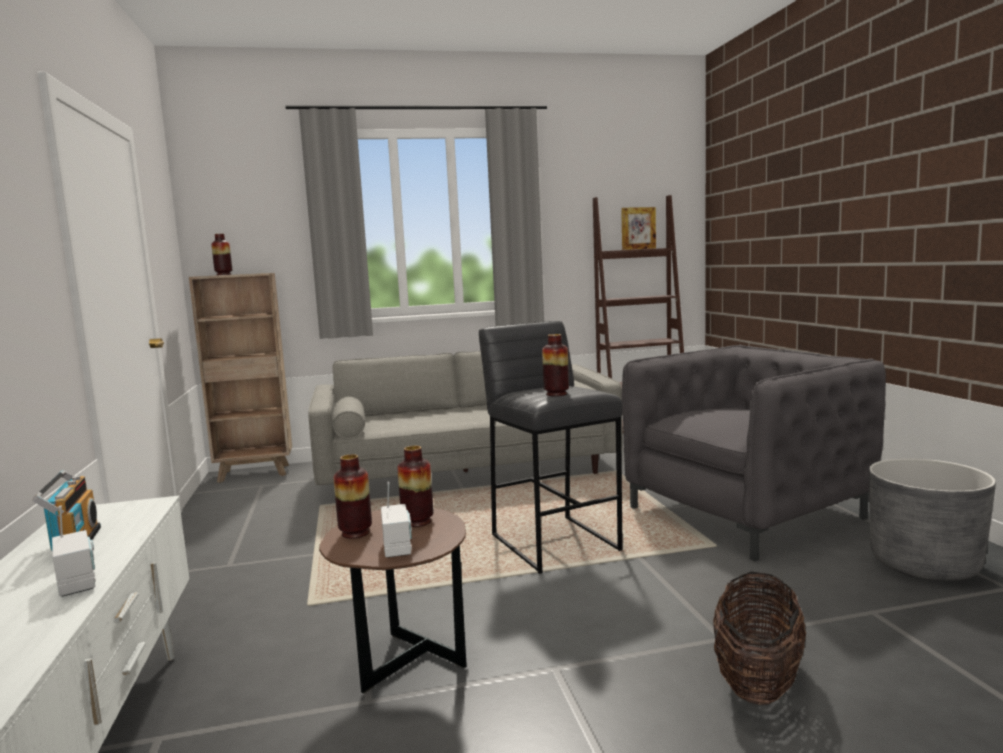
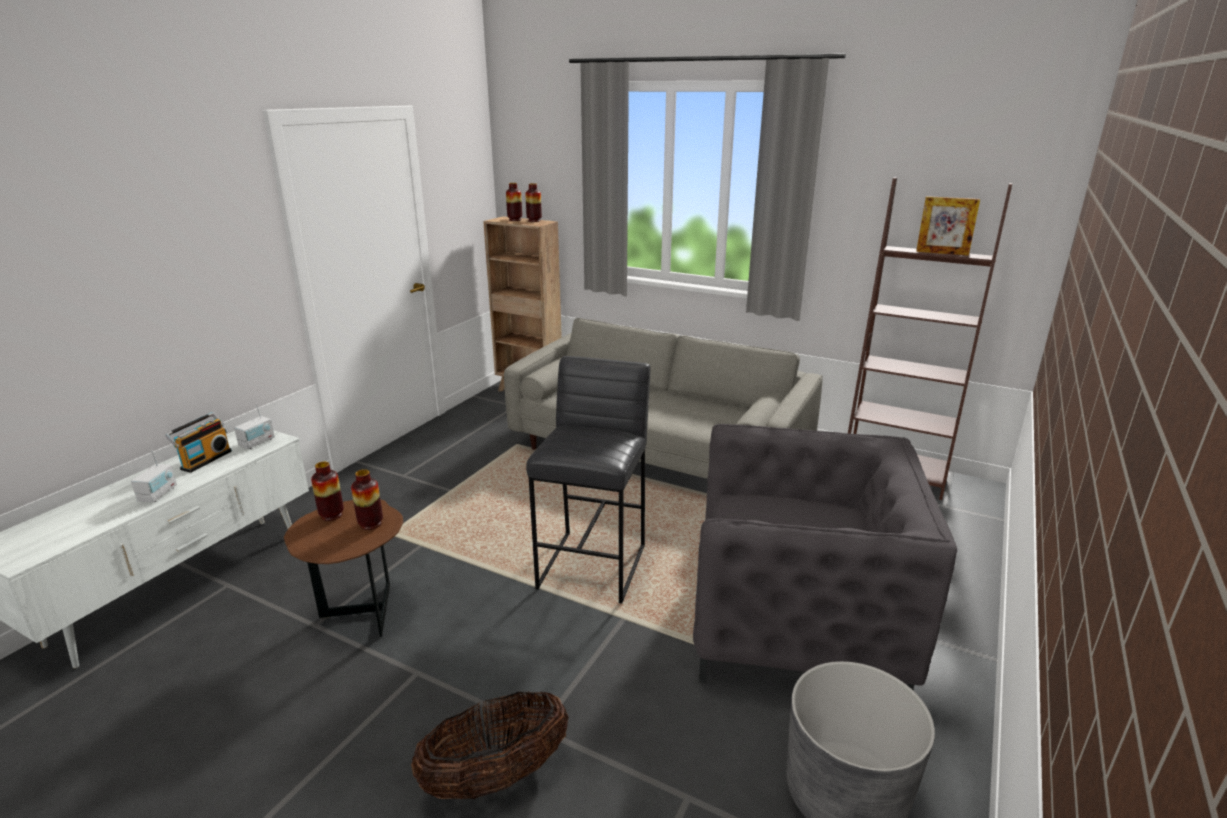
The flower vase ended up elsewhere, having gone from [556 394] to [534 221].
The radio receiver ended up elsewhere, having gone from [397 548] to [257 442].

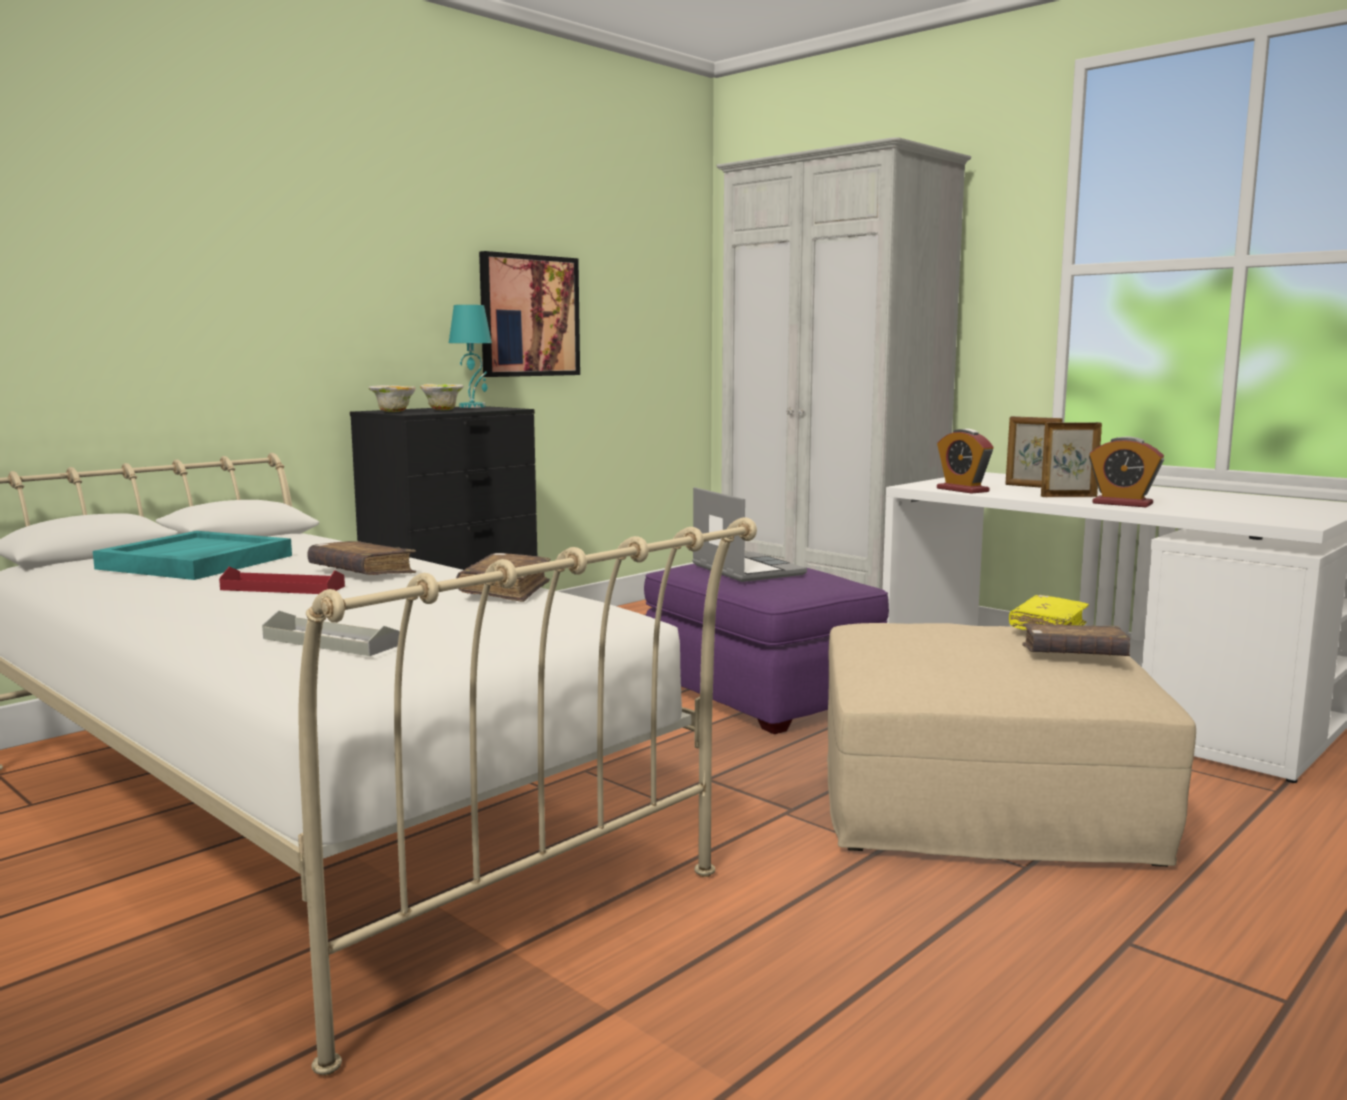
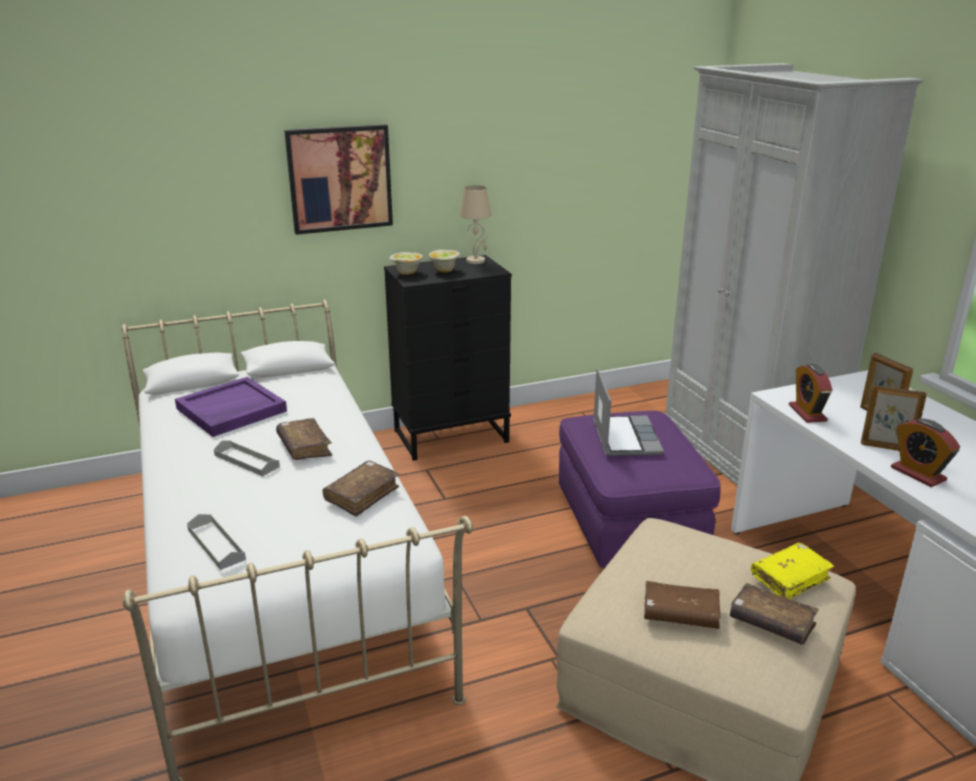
The wall art ended up elsewhere, having gone from [529 316] to [340 178].
What was the turquoise-coloured lamp for a table at [473 407] turned into the beige-coloured lamp for a table at [476 261].
What was the turquoise-coloured serving tray at [196 562] turned into the purple serving tray at [231 410].
What was the red serving tray at [283 588] turned into the gray serving tray at [246 461].
The second view gained the brownish bound book at [680 614].

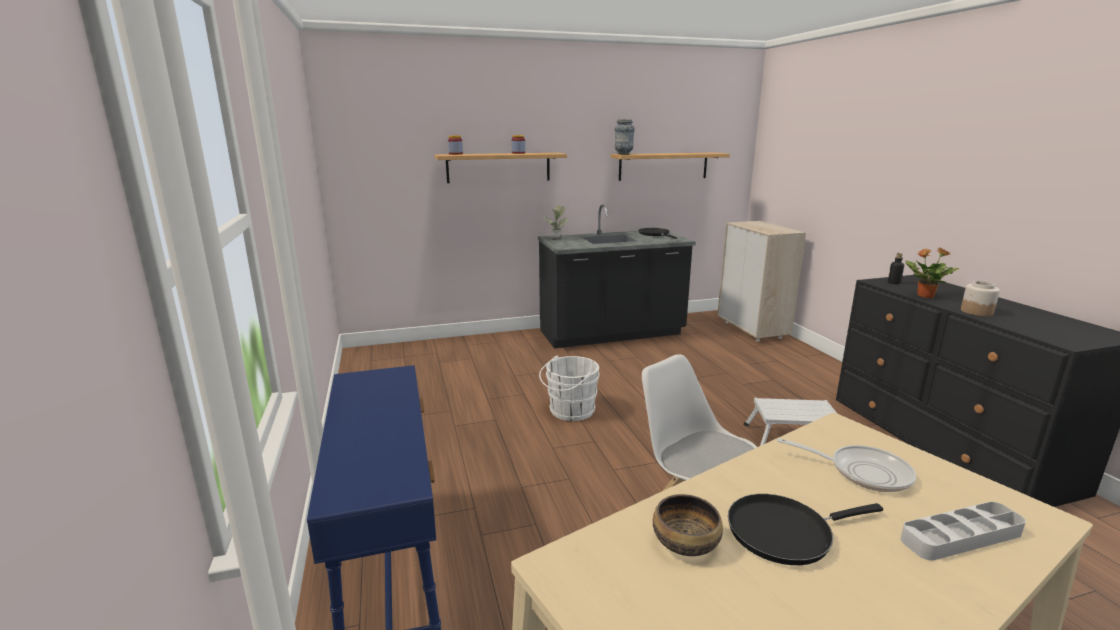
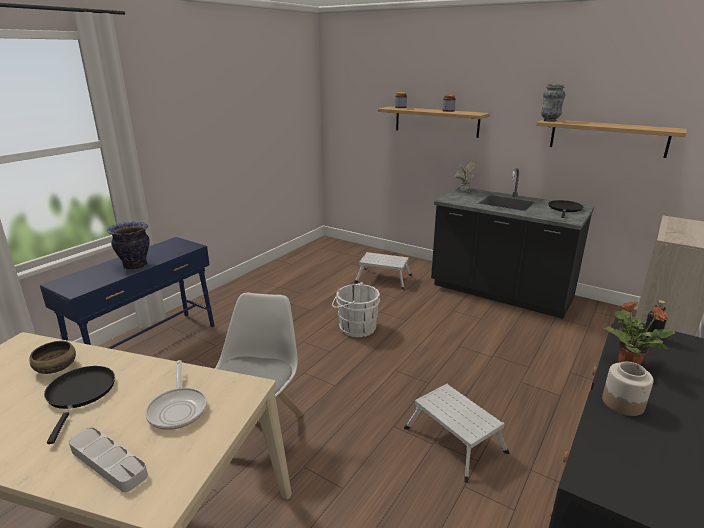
The black-coloured pan at [785 532] ended up facing another way, 45 degrees clockwise from before.
The second view gained the flower vase at [135 266].
The second view gained the white-coloured step ladder at [384 279].

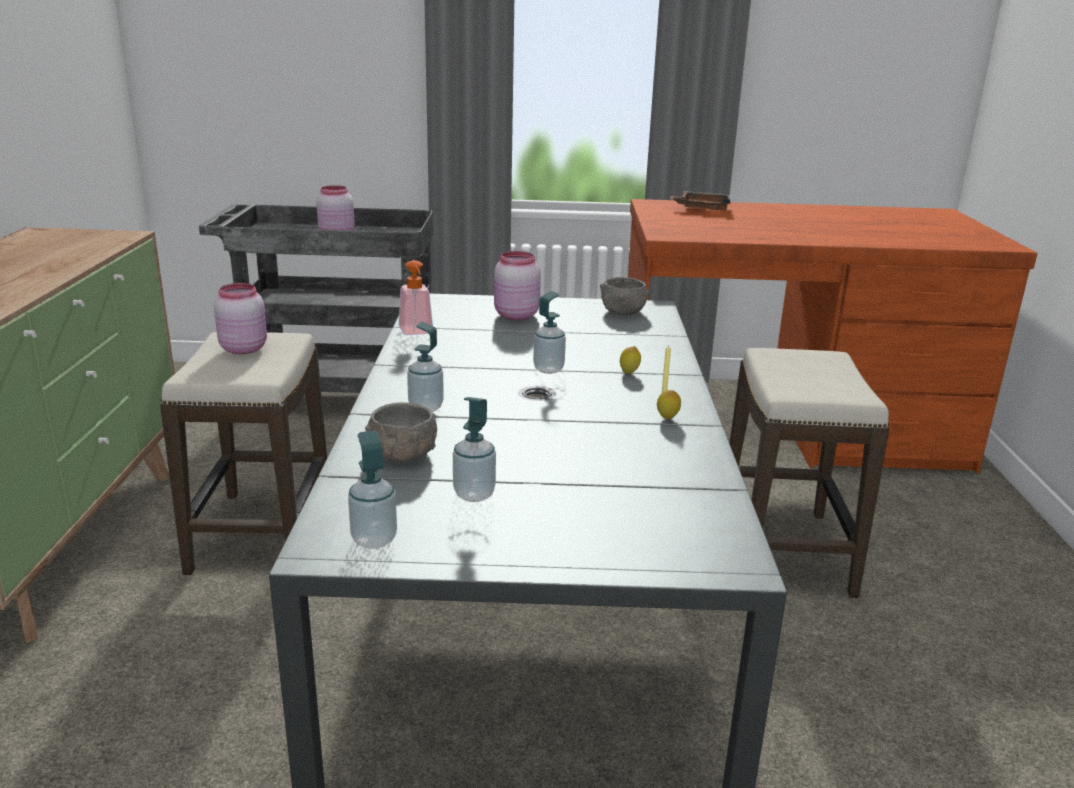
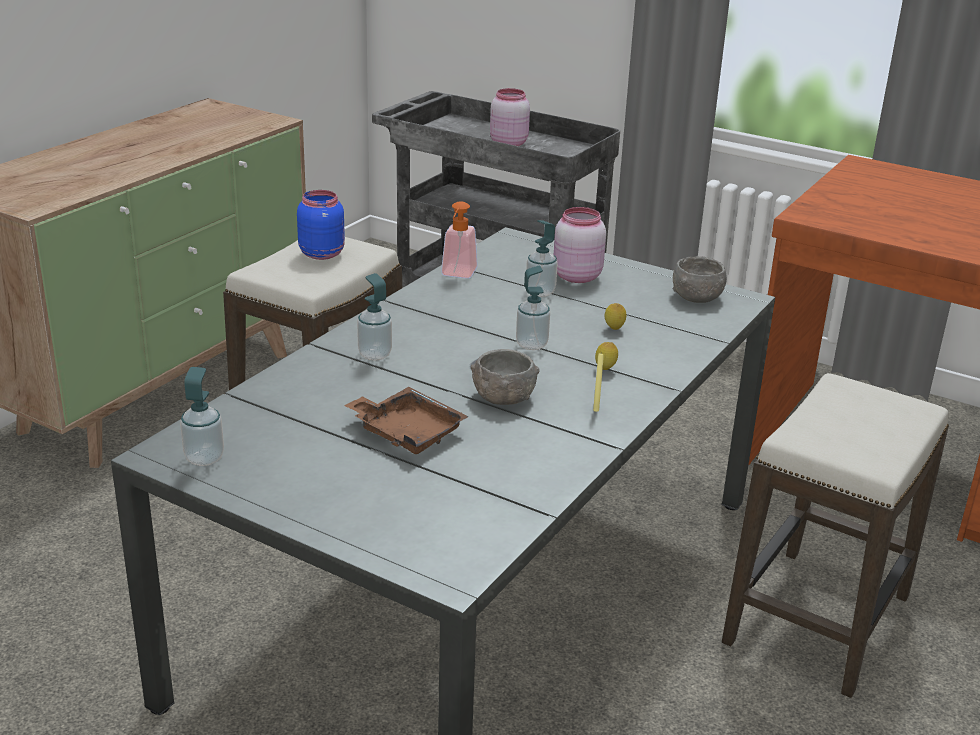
The brownish serving tray ended up elsewhere, having gone from [702 208] to [407 432].
What was the pinkish preserve jar at [243 348] turned into the bluish preserve jar at [322 253].
The citrus fruit ended up elsewhere, having gone from [667 419] to [614 329].
The liquid soap bottle ended up elsewhere, having gone from [474 494] to [540 292].
The gray bowl ended up elsewhere, having gone from [403 454] to [503 397].

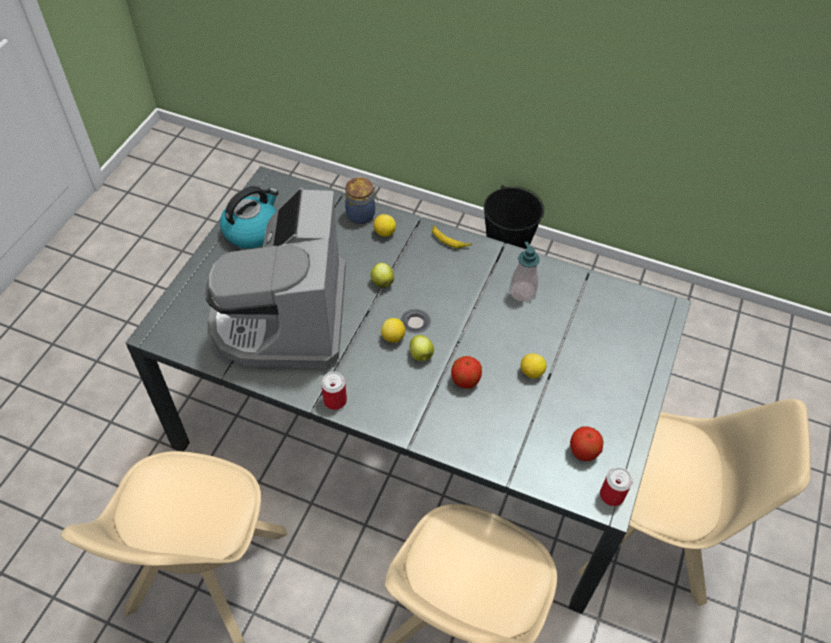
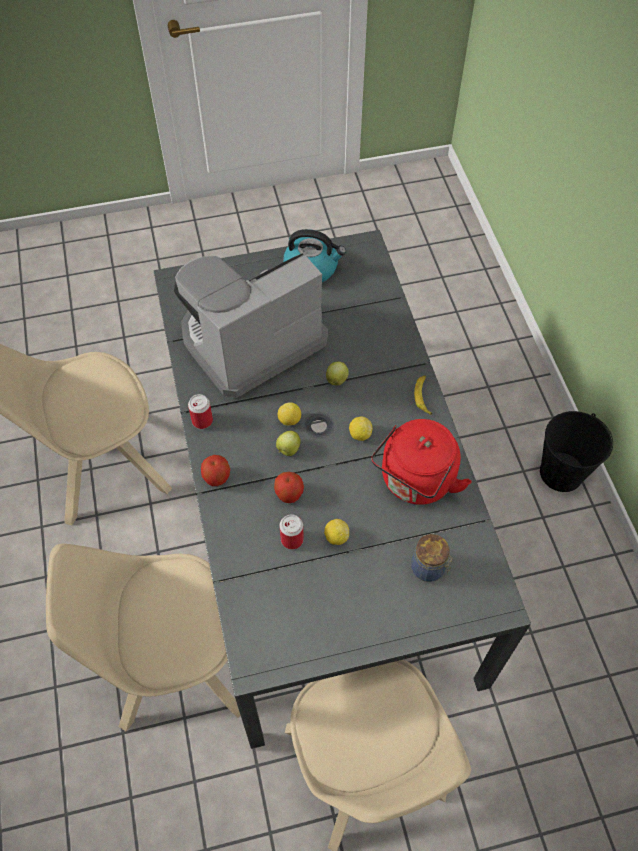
The preserve jar ended up elsewhere, having gone from [362 214] to [429 568].
The citrus fruit ended up elsewhere, having gone from [384 233] to [360 434].
Where the liquid soap bottle stood at [522 292], the red water kettle came to stand at [415 482].
The whole apple ended up elsewhere, having gone from [583 451] to [216 477].
The can ended up elsewhere, having gone from [611 495] to [292 539].

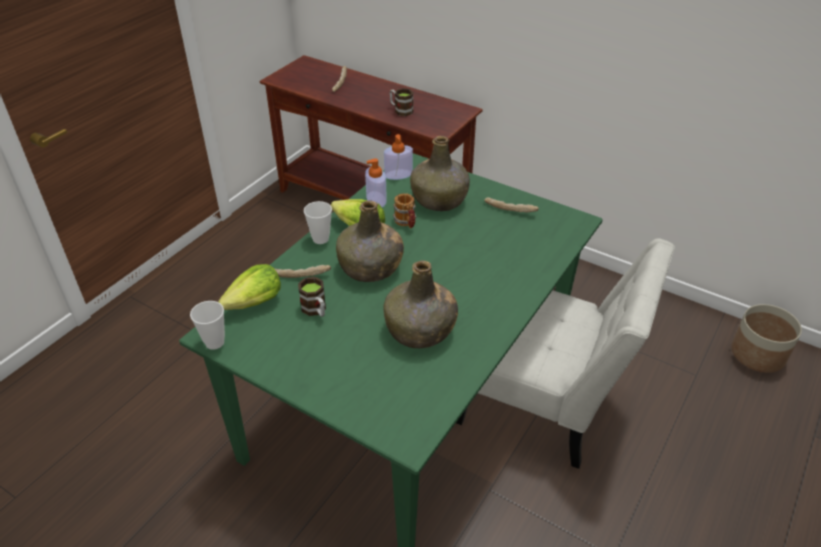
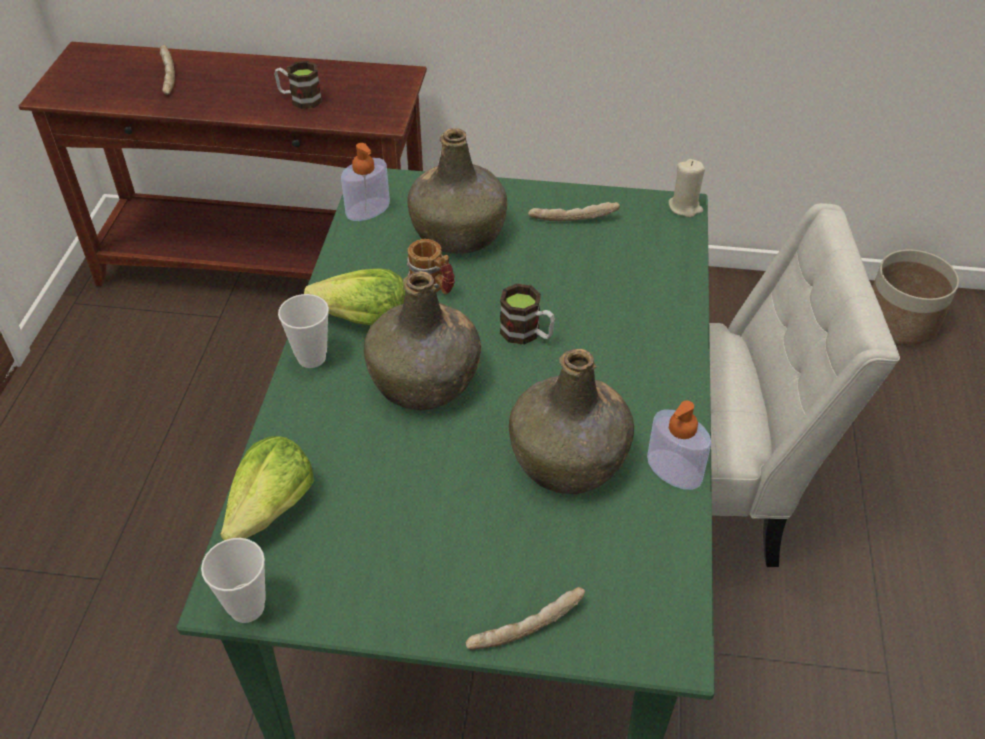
The liquid soap bottle ended up elsewhere, having gone from [376 199] to [674 469].
The bakery bread ended up elsewhere, having gone from [300 275] to [525 625].
The mug ended up elsewhere, having gone from [316 310] to [527 334].
The second view gained the beige-coloured wax candle at [685 207].

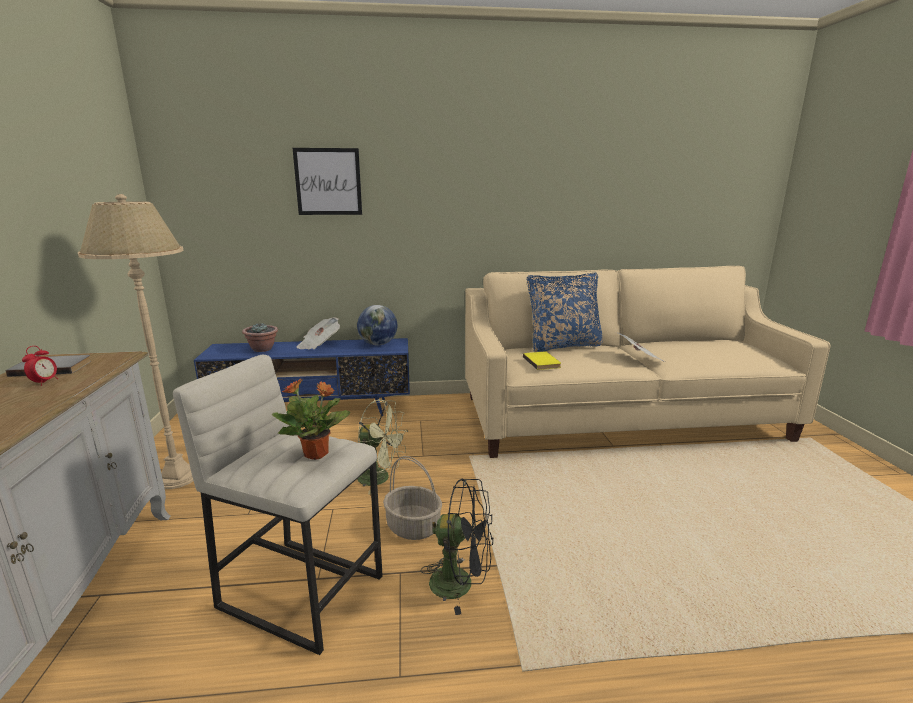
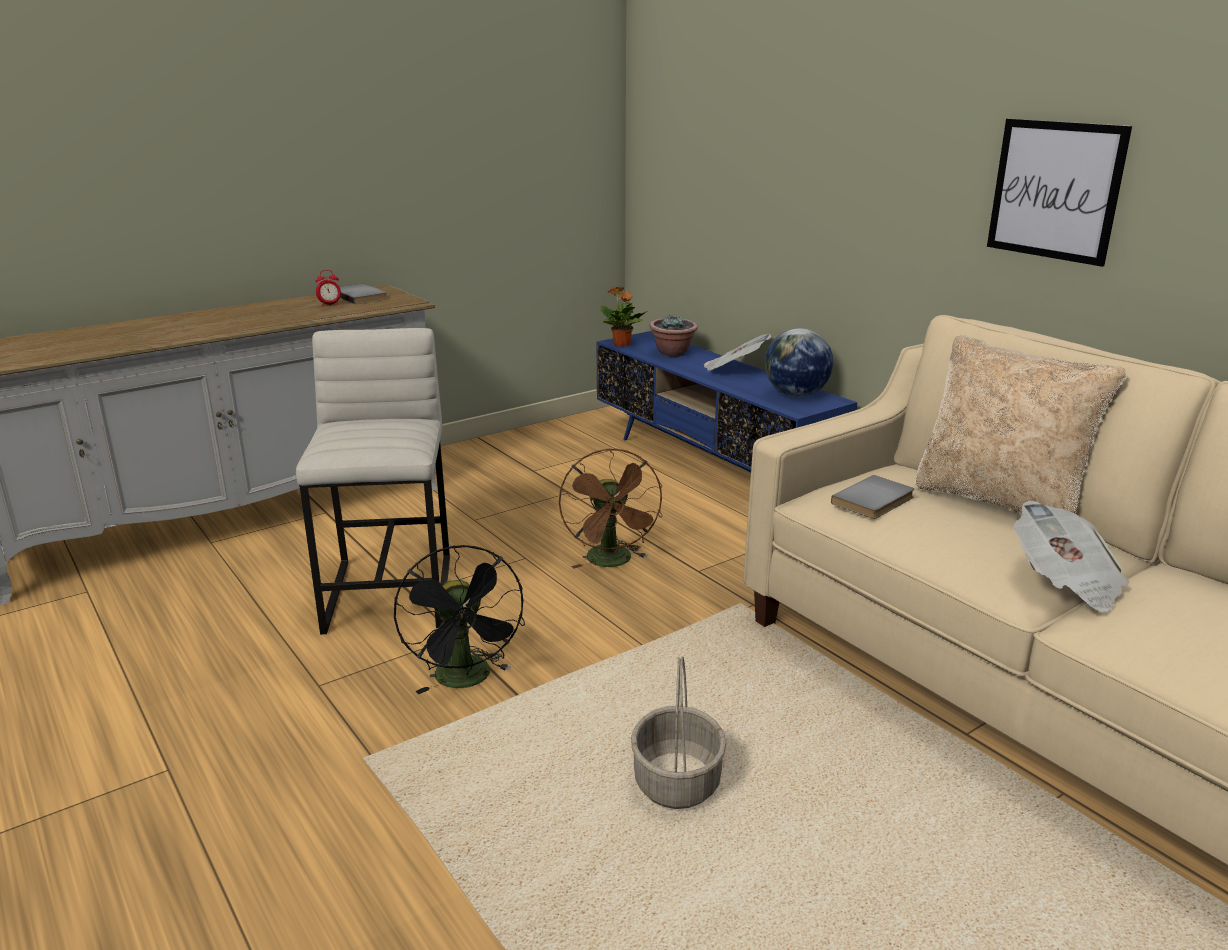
The wall art ended up elsewhere, having gone from [328 182] to [1055 190].
The second view lost the beige-coloured standard lamp at [178 478].
What was the bluish pillow at [564 347] turned into the beige-coloured pillow at [998 504].
What was the yellowish bound book at [543 362] turned into the gray bound book at [875 501].
The plant in a pot ended up elsewhere, having gone from [317 454] to [622 344].
What was the green fan at [380 478] turned into the brownish fan at [612 562].
The storage basket ended up elsewhere, having gone from [414 527] to [677 782].

